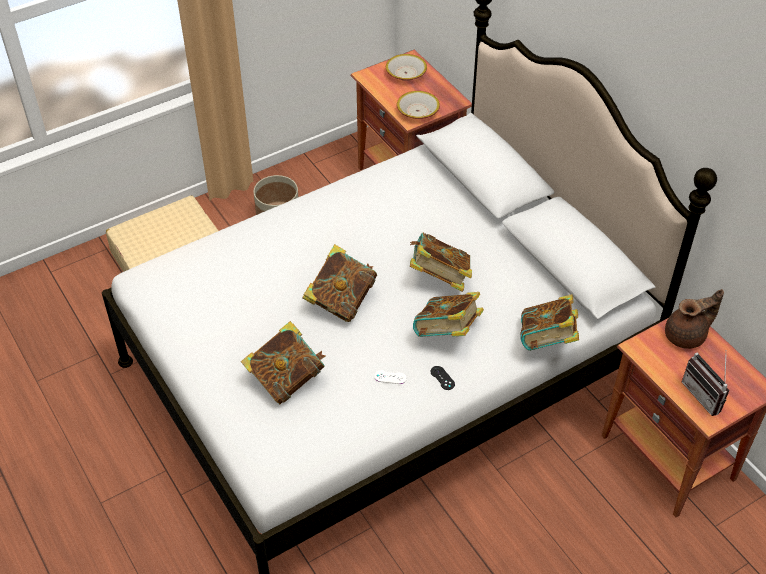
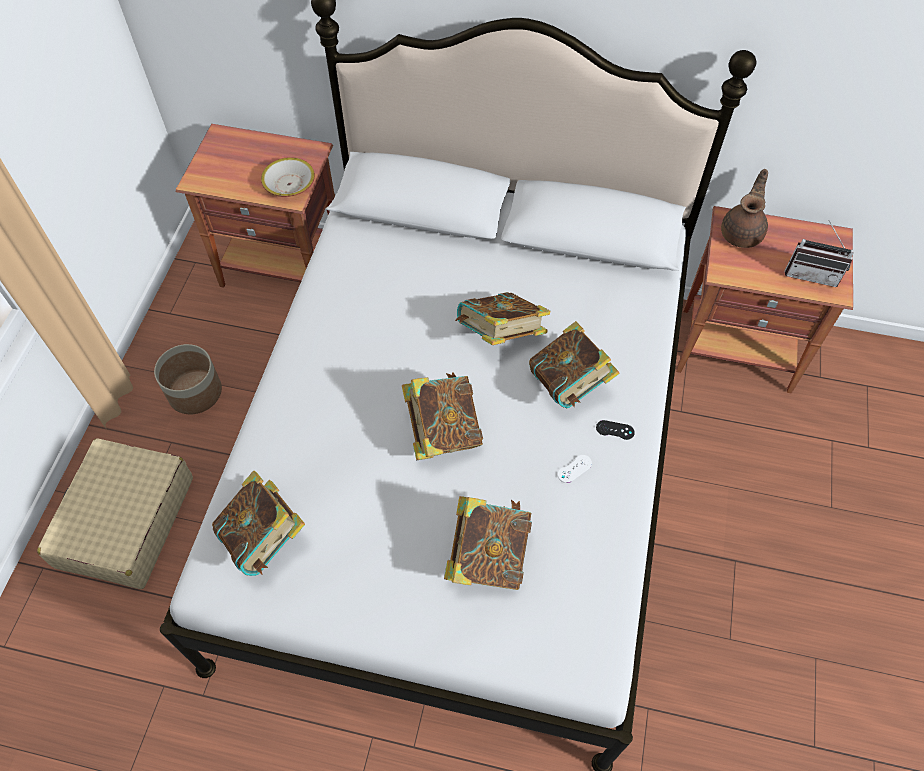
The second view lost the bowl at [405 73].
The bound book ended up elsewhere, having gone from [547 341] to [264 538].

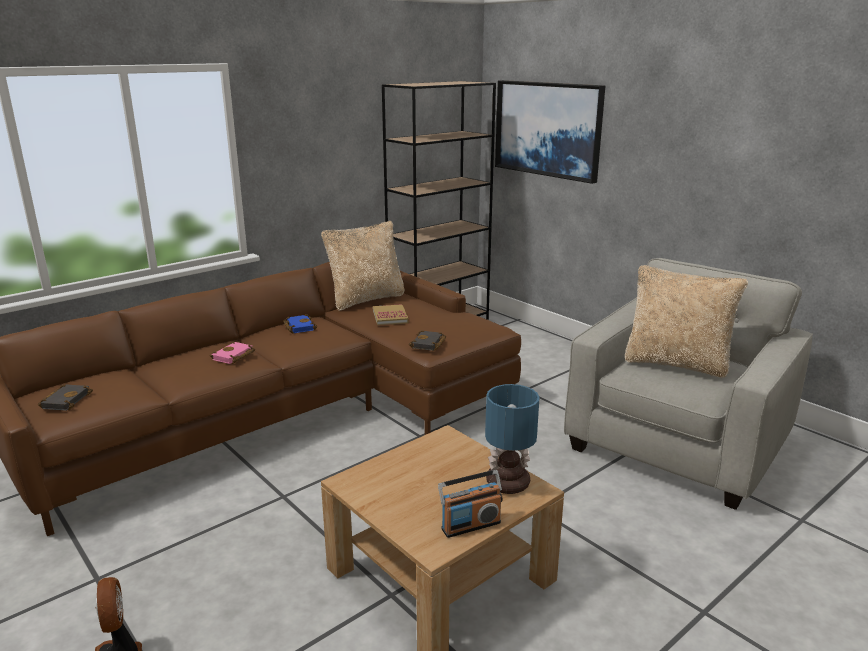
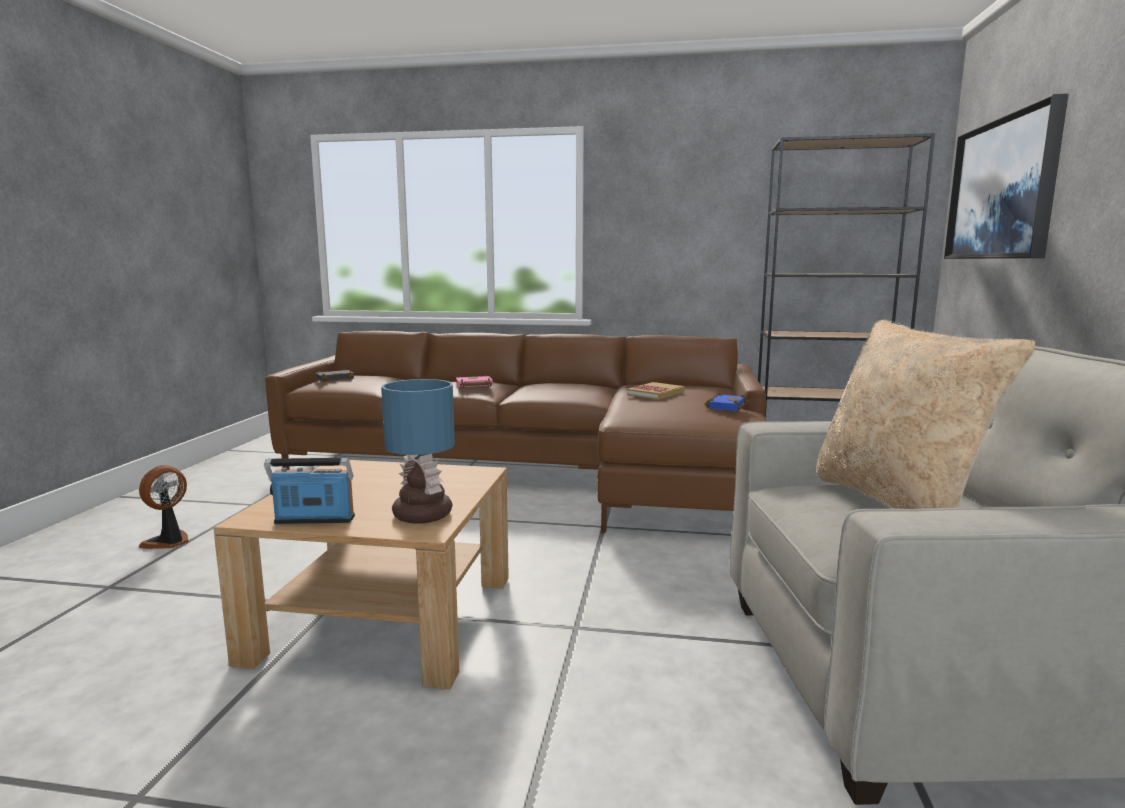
The second view lost the beige-coloured pillow at [367 300].
The bluish bound book ended up elsewhere, having gone from [298 327] to [725 406].
The second view lost the black-coloured bound book at [428 344].
The radio receiver at [470 525] ended up facing another way, 150 degrees clockwise from before.

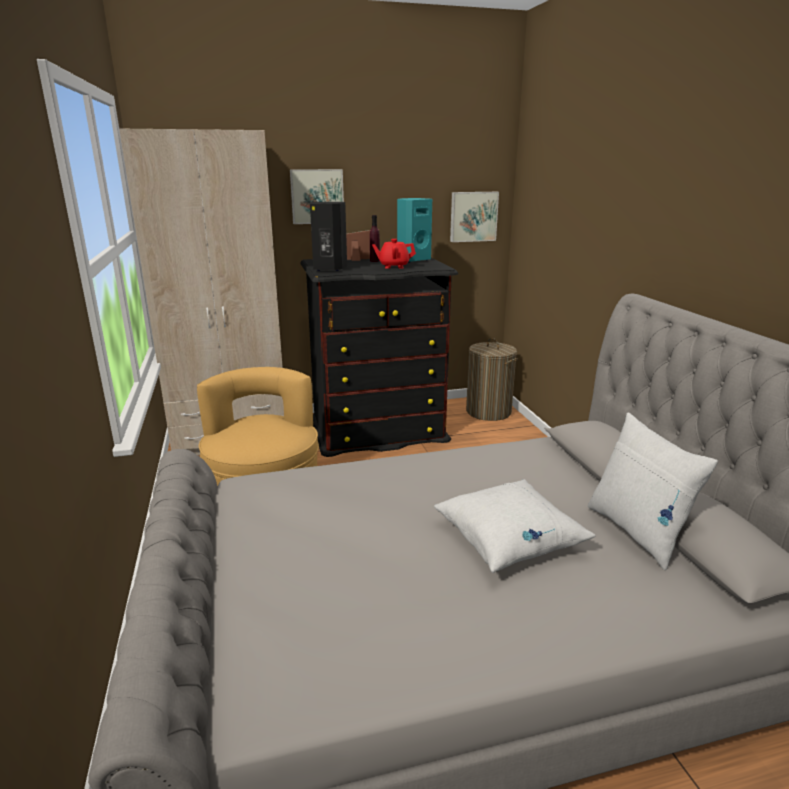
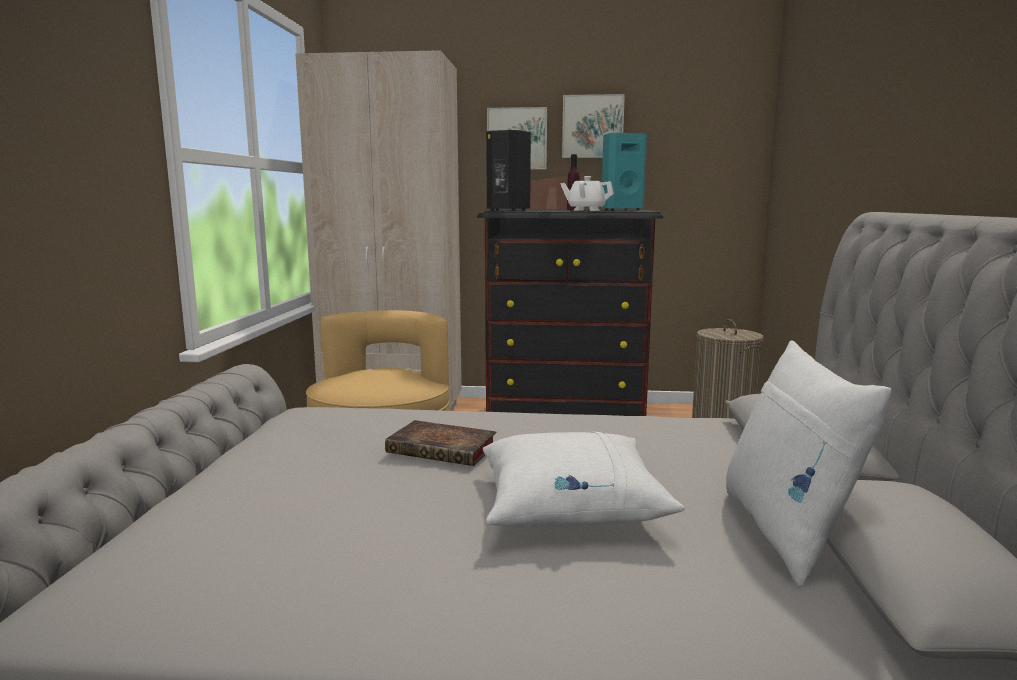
The wall art ended up elsewhere, having gone from [473 216] to [592 127].
What was the red tea pot at [393 266] turned into the white-coloured tea pot at [586 210].
The second view gained the bound book at [445 449].

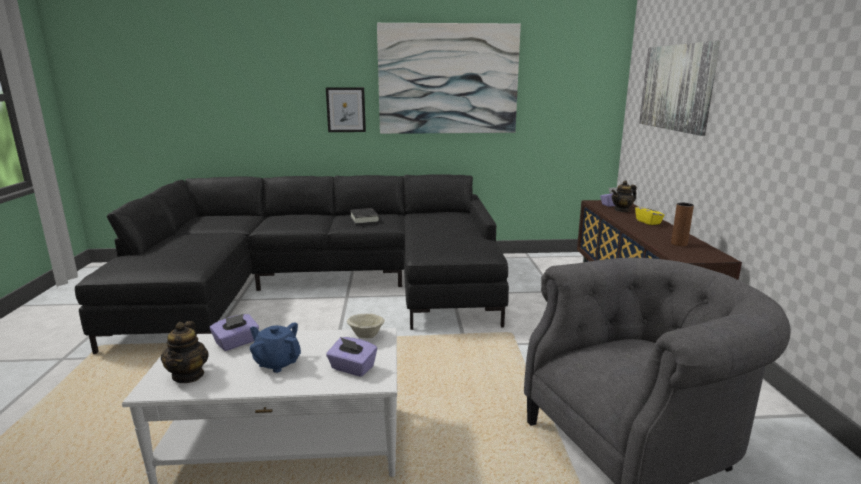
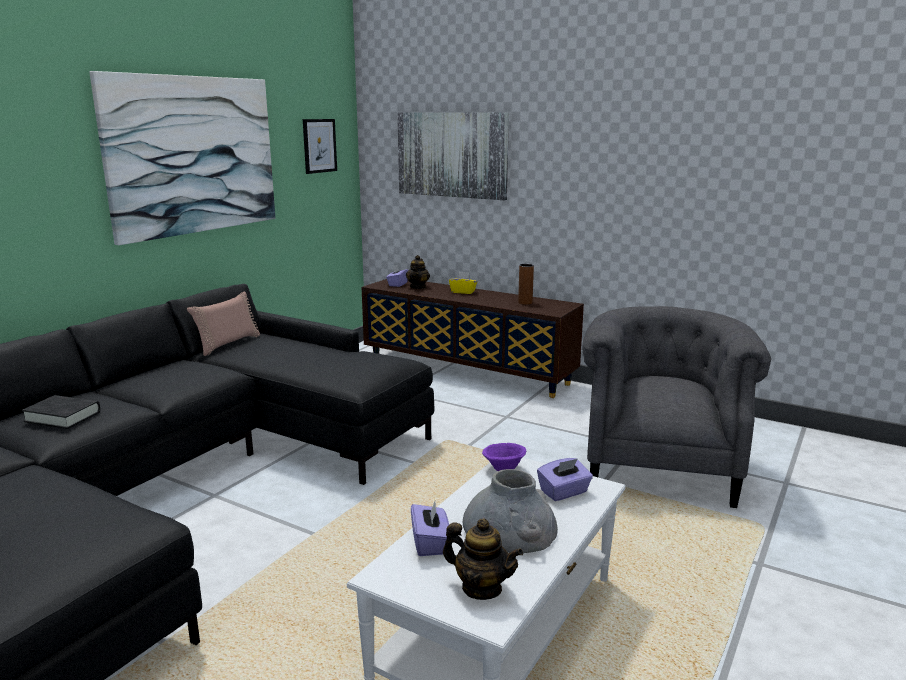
The wall art ended up elsewhere, having gone from [346 109] to [319 146].
The black-coloured bound book ended up elsewhere, having gone from [364 219] to [63 417].
What was the beige-coloured bowl at [366 336] turned into the purple bowl at [503 469].
Where the bluish tea pot stood at [277 362], the gray flower vase came to stand at [510 527].
The second view gained the beige-coloured pillow at [228 344].

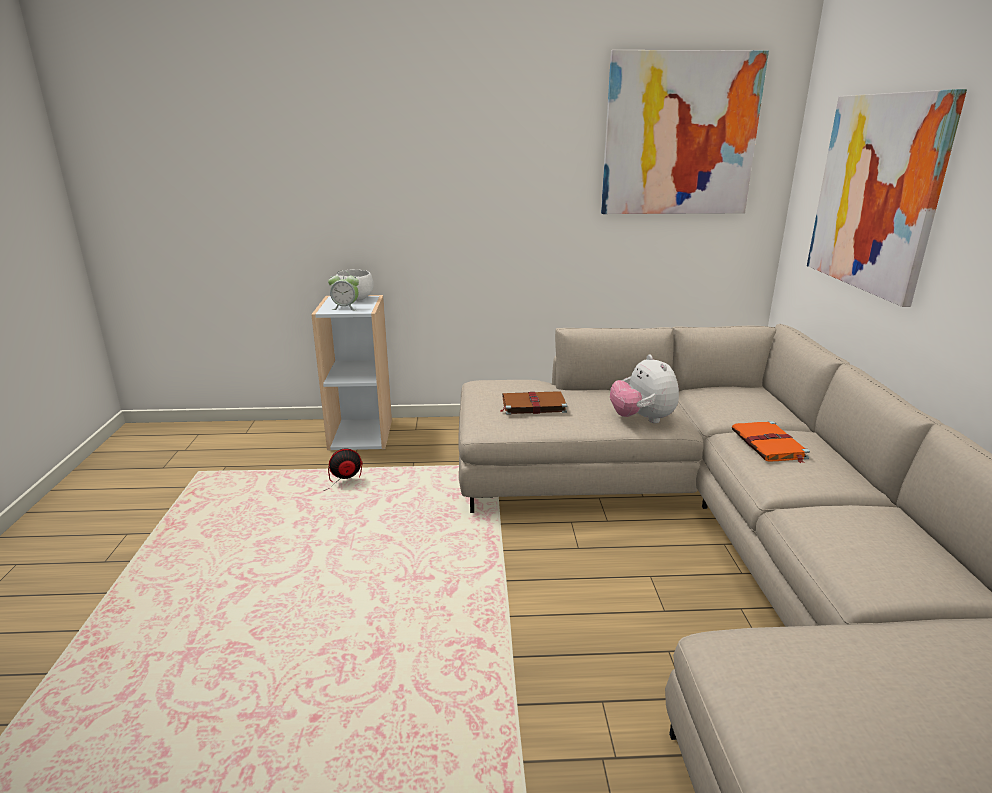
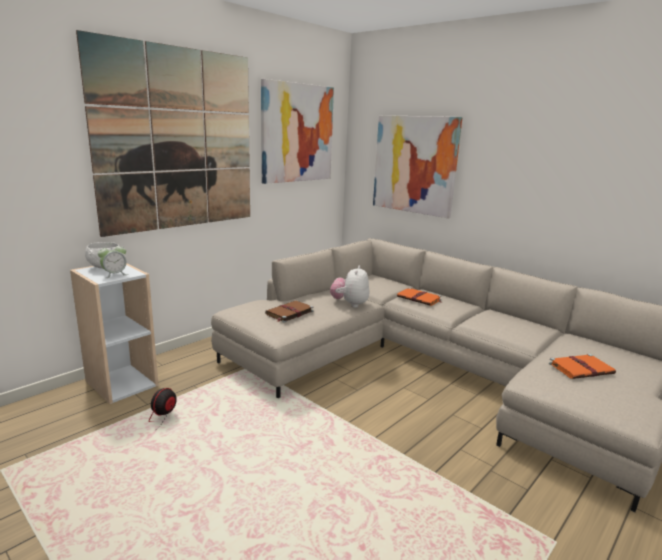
The soft toy at [642 419] ended up facing another way, 75 degrees clockwise from before.
The second view gained the wall art at [178 140].
The second view gained the orange-coloured bound book at [581 369].

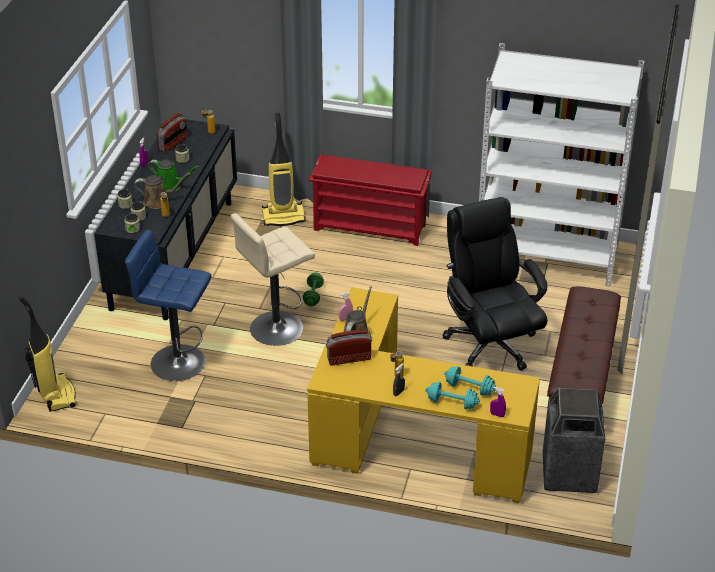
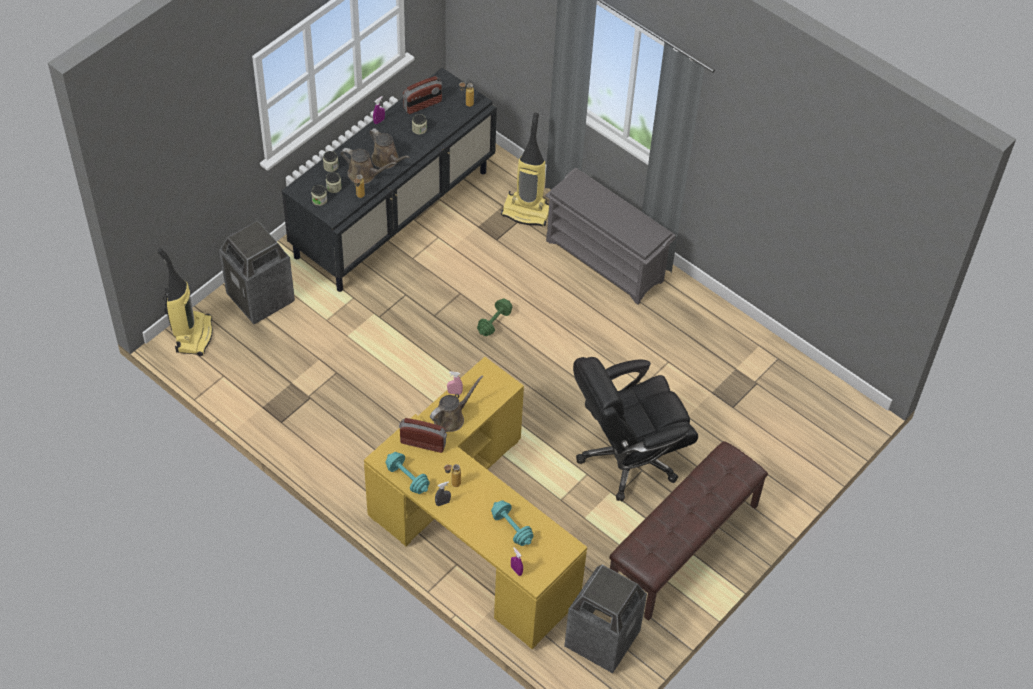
The second view lost the white-coloured bookshelf at [547 255].
What was the red shoe rack at [371 227] turned into the gray shoe rack at [606 260].
What was the green sprinkling can at [171 186] turned into the brownish sprinkling can at [387 160].
The black-coloured office chair at [490 344] ended up facing another way, 120 degrees counterclockwise from before.
The second view lost the beige-coloured sitting stool at [275 328].
The second view lost the bluish sitting stool at [177 362].
The turquoise-coloured hand weight ended up elsewhere, having gone from [452 403] to [407 478].
The second view gained the rubbish bin at [261 298].

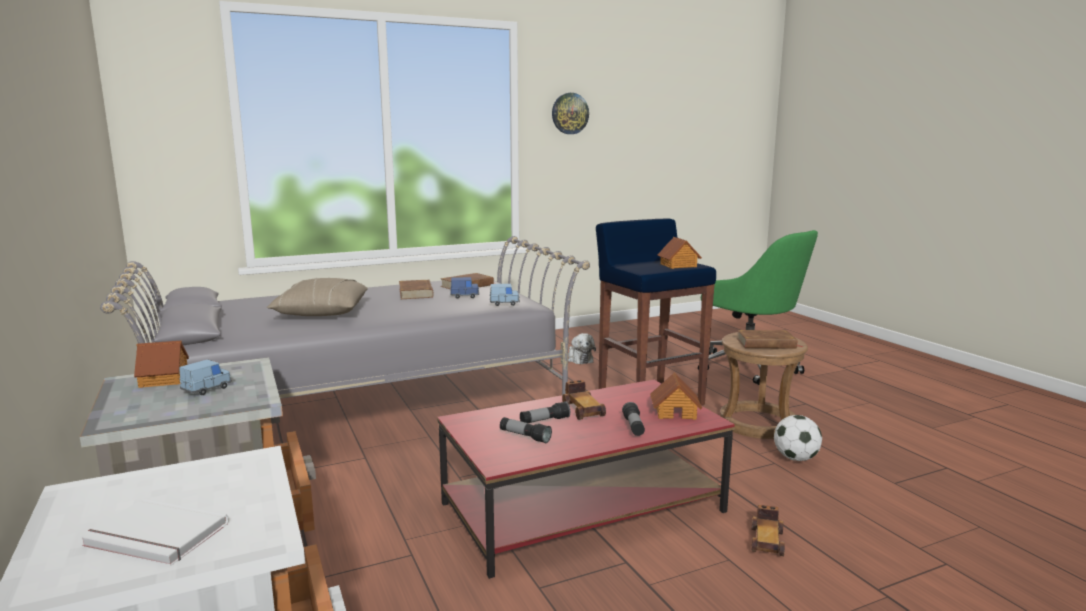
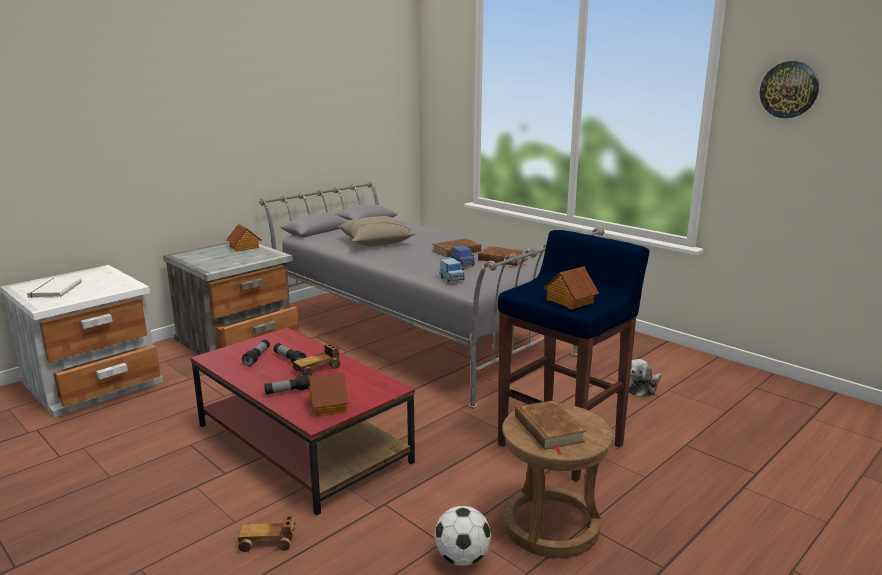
The second view lost the green office chair at [749 367].
The second view lost the bluish toy car at [206 389].

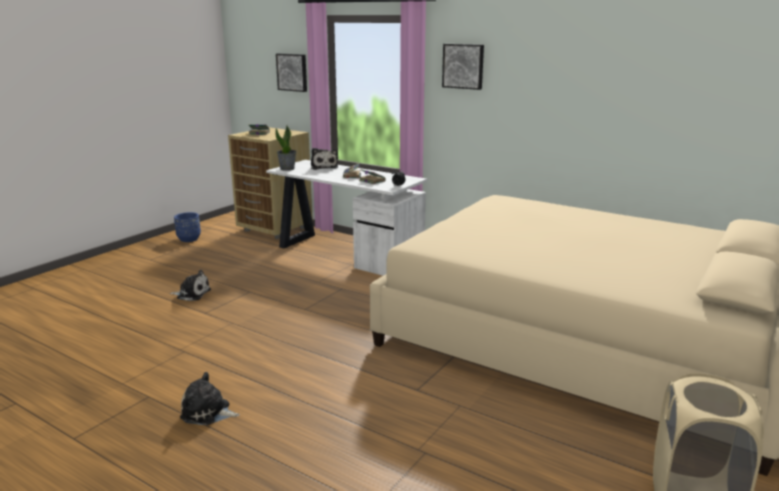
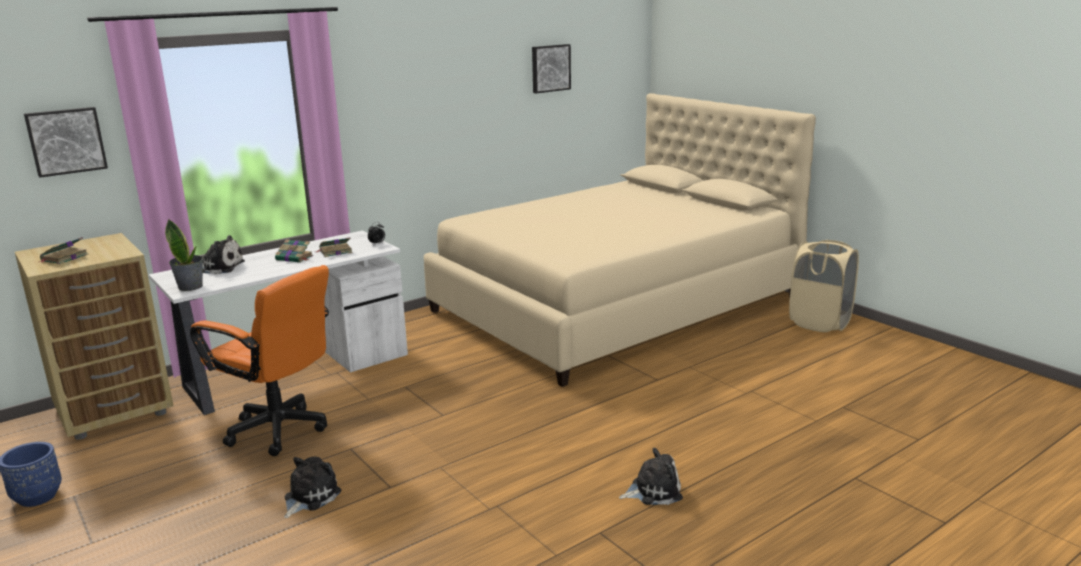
The wall art ended up elsewhere, having gone from [463 66] to [550 68].
The soft toy at [208 413] ended up facing another way, 135 degrees counterclockwise from before.
The second view gained the orange-coloured office chair at [282 432].

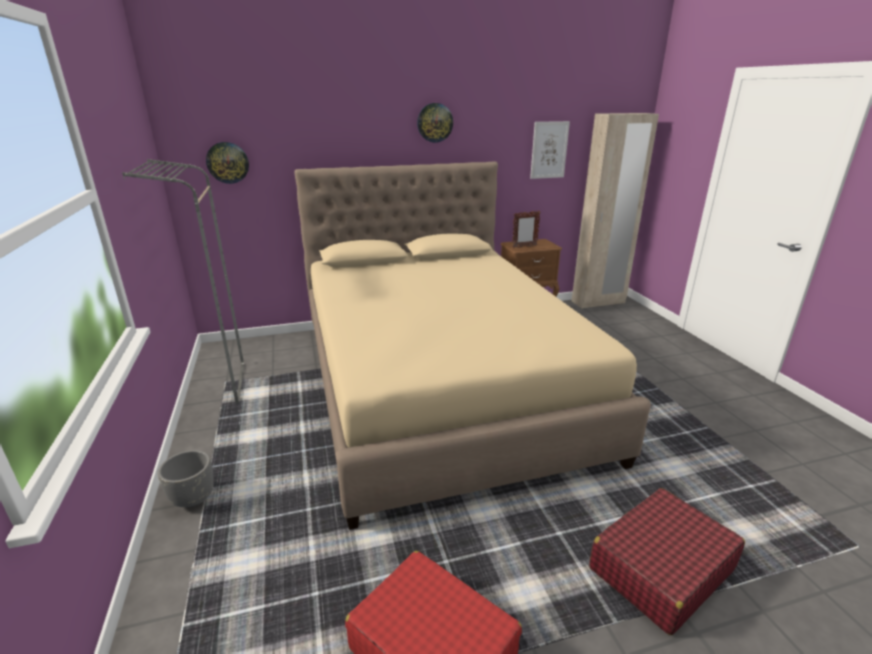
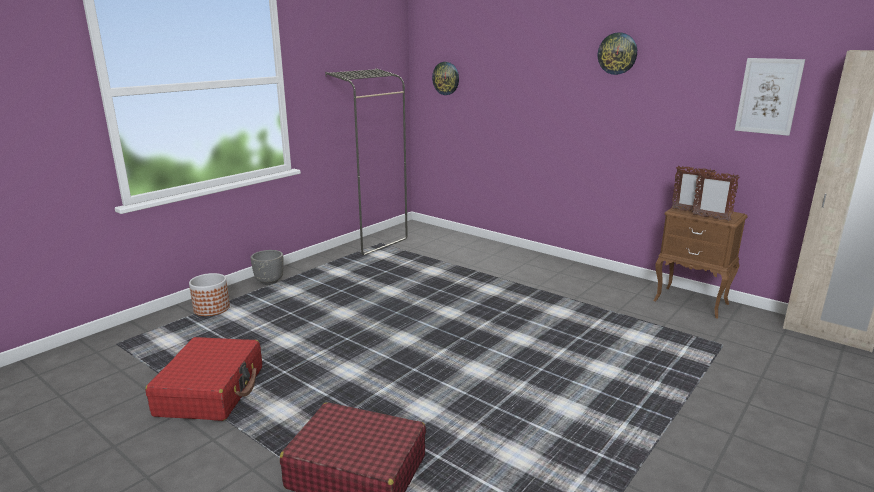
The second view lost the beige-coloured bed at [439 385].
The second view gained the photo frame at [710 218].
The second view gained the plant pot at [212 308].

